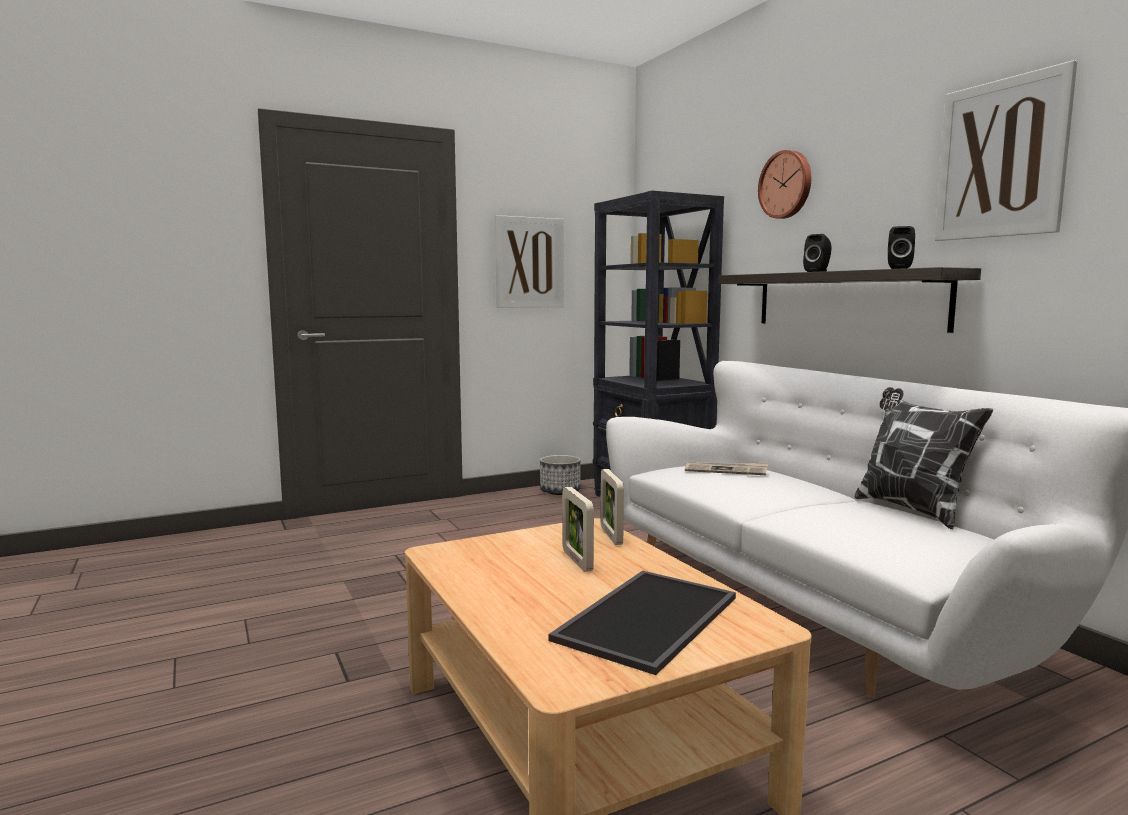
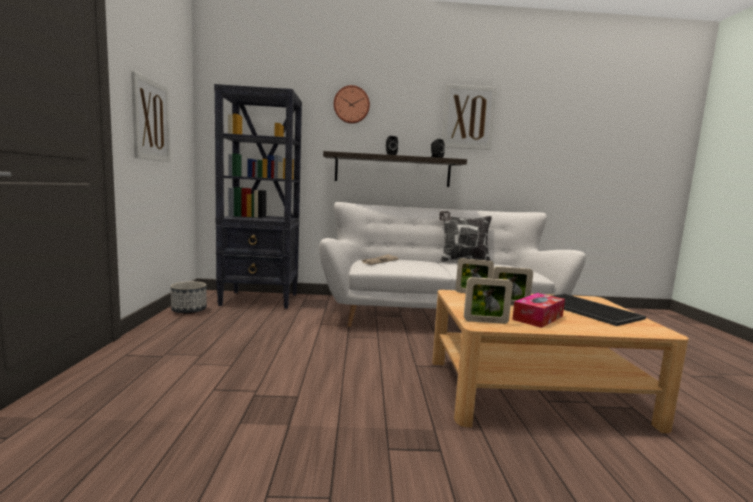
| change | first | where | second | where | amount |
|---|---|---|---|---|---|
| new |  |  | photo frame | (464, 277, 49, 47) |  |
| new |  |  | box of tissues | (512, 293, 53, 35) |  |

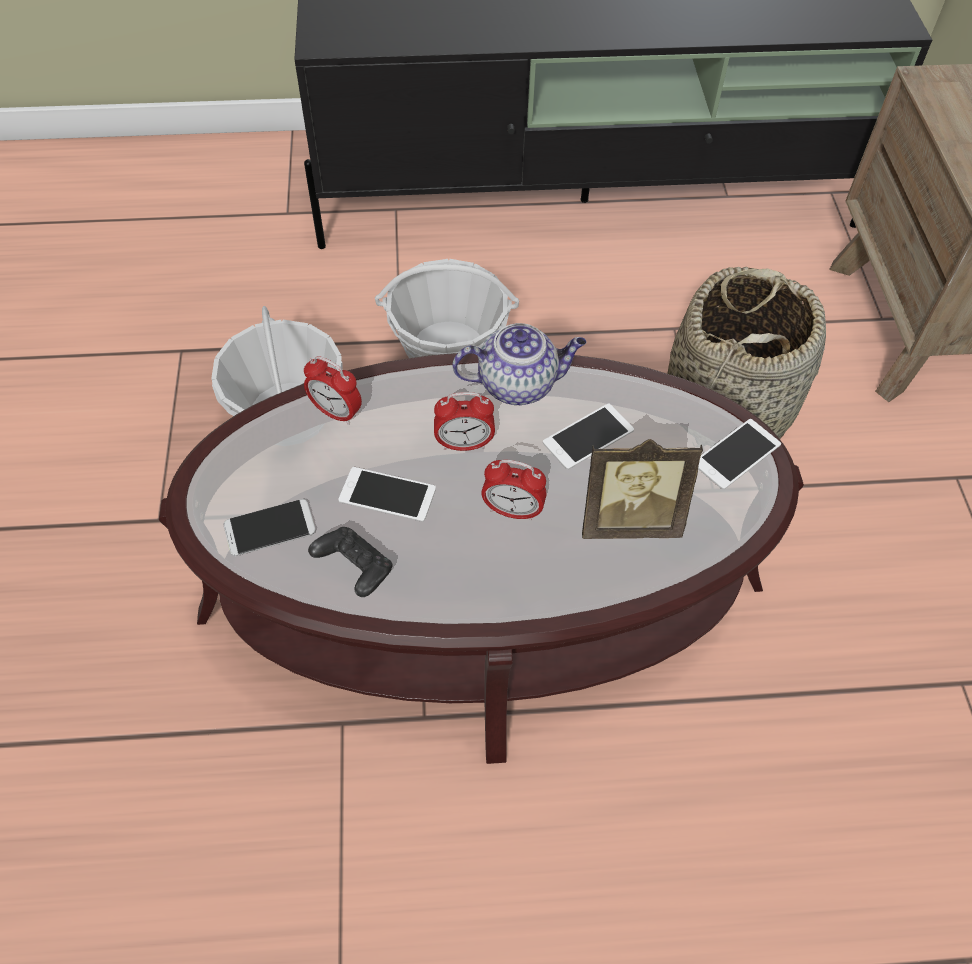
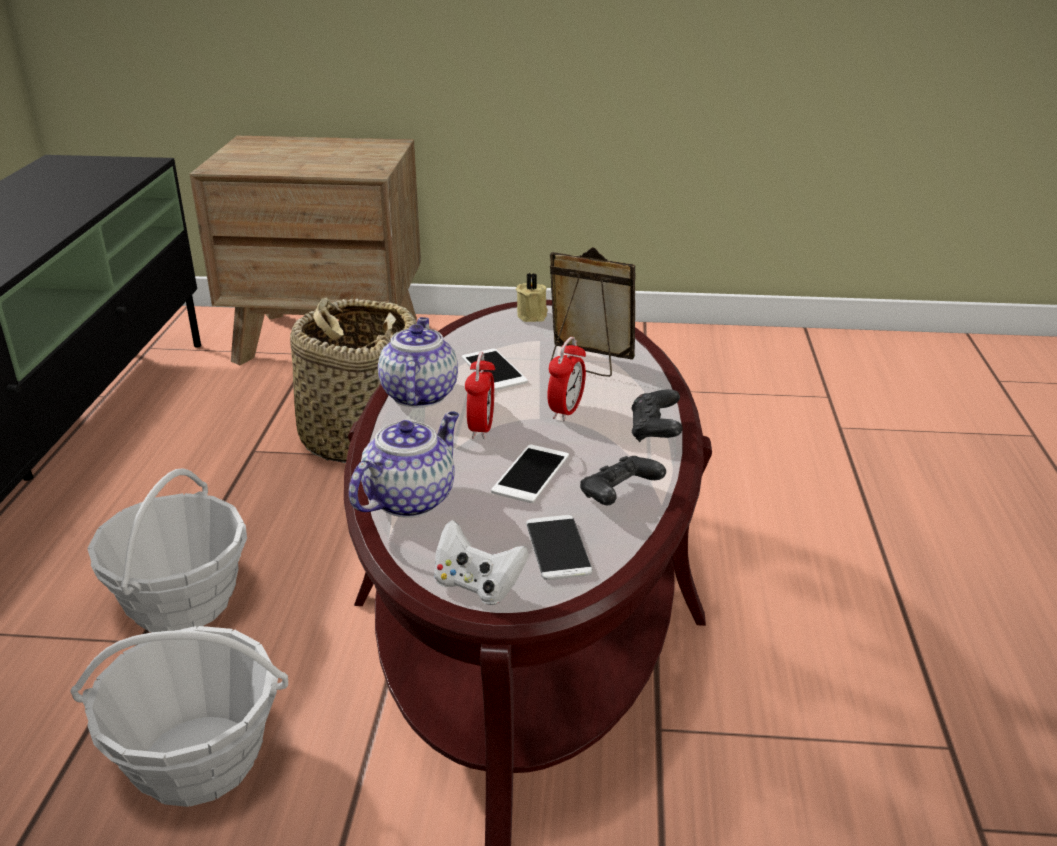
| change | first | where | second | where | amount |
|---|---|---|---|---|---|
| swapped | bedside clock | (304, 356, 58, 69) | teapot | (349, 411, 110, 107) |  |
| new |  |  | white-coloured game controller | (434, 520, 95, 85) |  |
| swapped | telephone | (698, 419, 83, 71) | sand-coloured candle | (516, 273, 32, 49) |  |
| rotated | photo frame | (582, 439, 121, 100) |  | (550, 247, 86, 130) | 75 degrees counterclockwise |
| new |  |  | blackish game controller | (631, 389, 52, 53) |  |

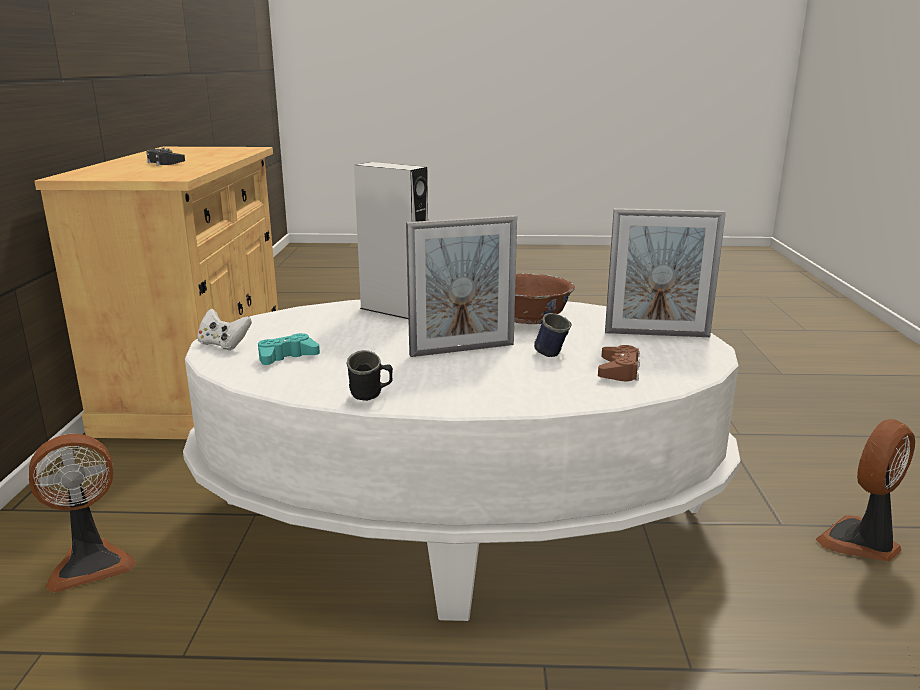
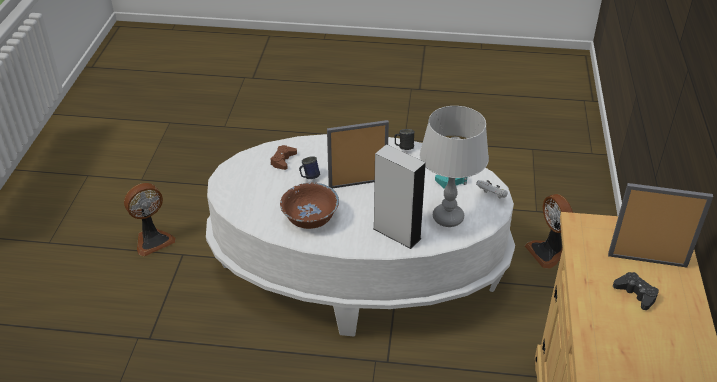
| change | first | where | second | where | amount |
|---|---|---|---|---|---|
| new |  |  | grey lamp for a table | (419, 106, 70, 121) |  |
| rotated | electric fan | (29, 434, 107, 159) |  | (525, 194, 48, 75) | 90 degrees counterclockwise |
| shifted | photo frame | (605, 208, 121, 129) |  | (608, 183, 105, 85) |  |

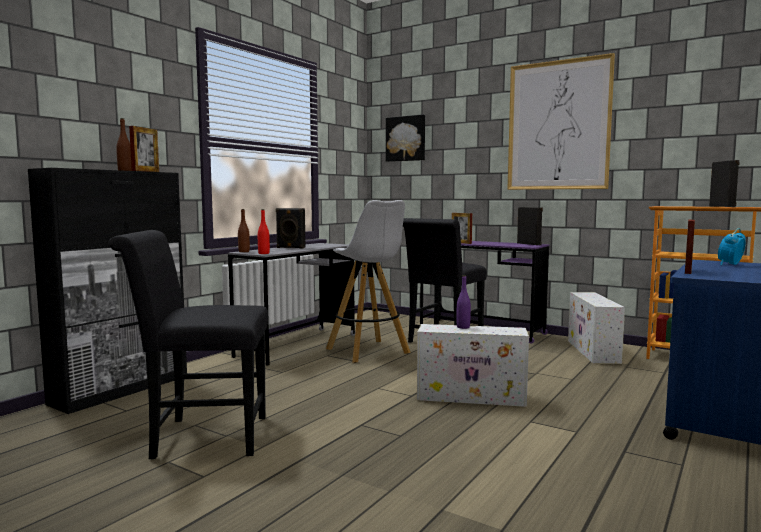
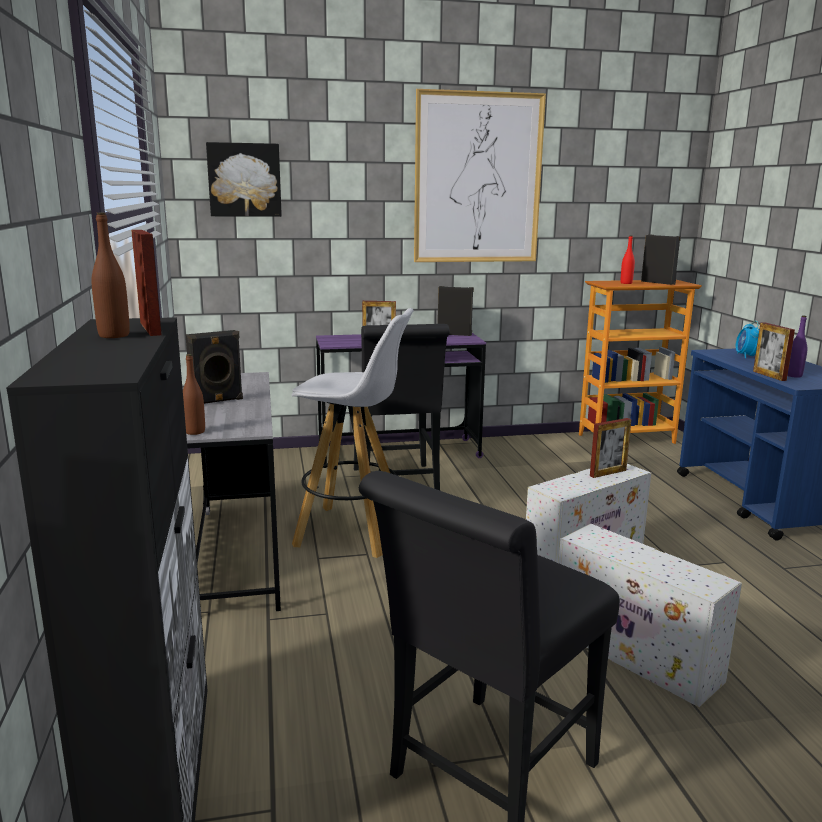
| change | first | where | second | where | amount |
|---|---|---|---|---|---|
| shifted | white-coloured storage bin | (568, 292, 57, 72) |  | (559, 524, 183, 183) |  |
| new |  |  | photo frame | (590, 418, 41, 60) |  |
| shifted | red drink bottle | (258, 209, 12, 45) |  | (620, 235, 15, 49) |  |
| shifted | purple-coloured drink bottle | (457, 275, 14, 54) |  | (787, 316, 20, 62) |  |

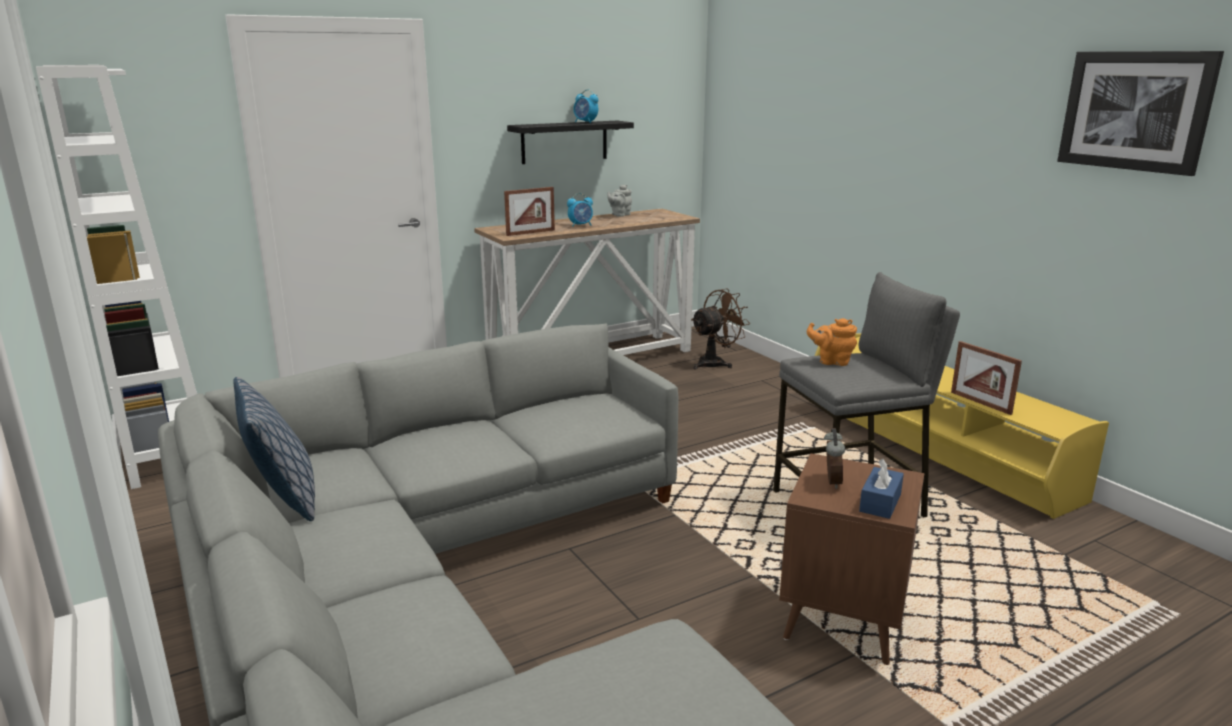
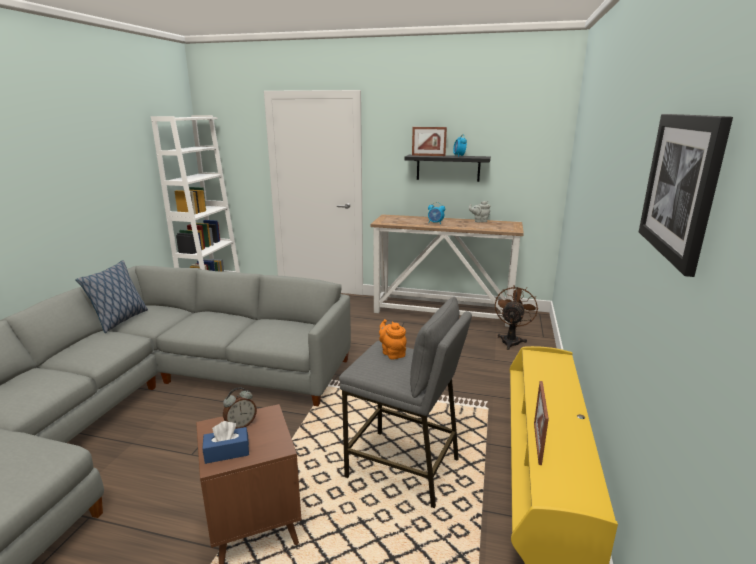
| change | first | where | second | where | amount |
|---|---|---|---|---|---|
| shifted | photo frame | (504, 187, 51, 49) |  | (412, 127, 35, 29) |  |
| rotated | brown-coloured electric fan | (691, 288, 59, 82) |  | (495, 285, 43, 65) | 75 degrees counterclockwise |

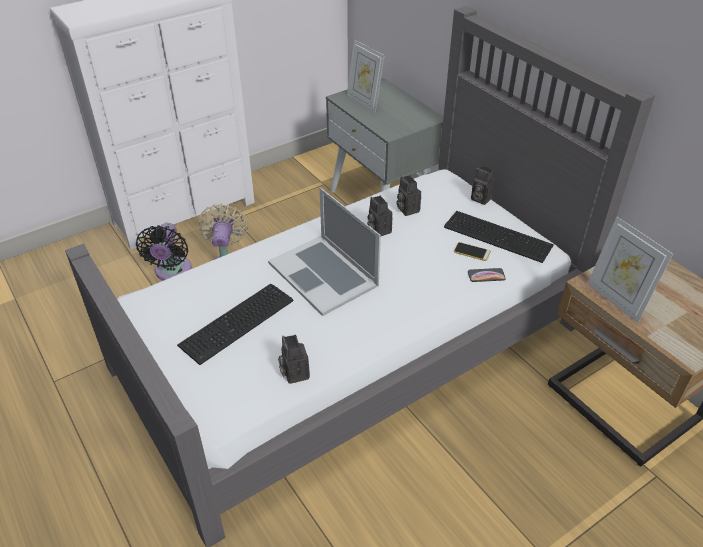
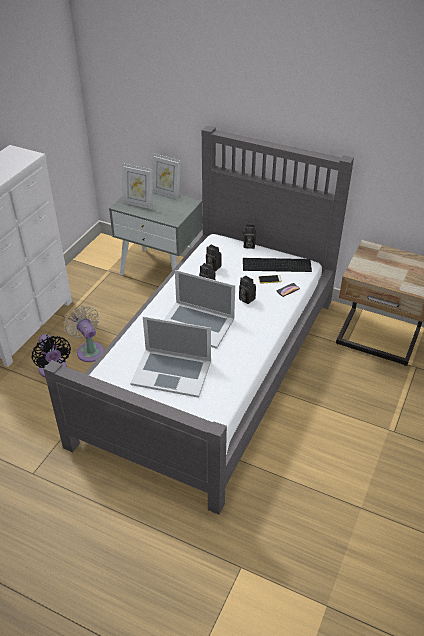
| change | first | where | second | where | amount |
|---|---|---|---|---|---|
| swapped | keyboard | (177, 284, 116, 81) | notebook computer | (130, 316, 81, 82) |  |
| shifted | photo frame | (587, 217, 86, 105) |  | (152, 153, 29, 47) |  |
| shifted | photo camera | (278, 335, 32, 49) |  | (239, 275, 17, 29) |  |

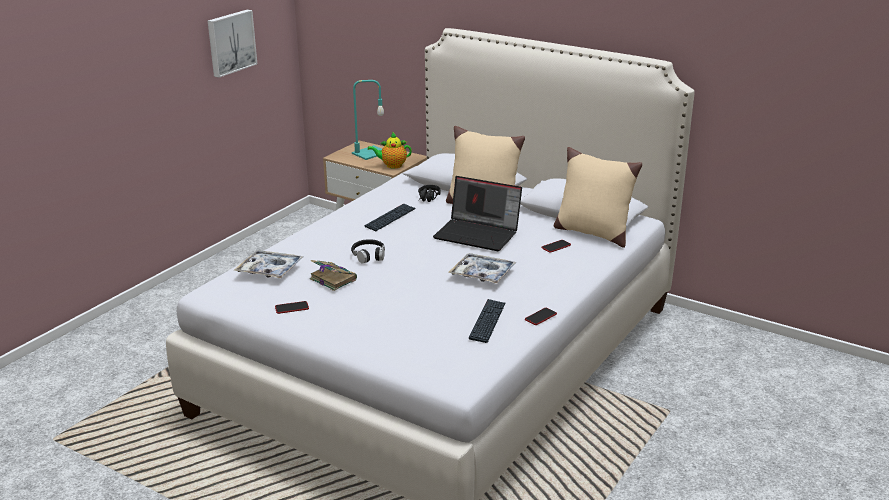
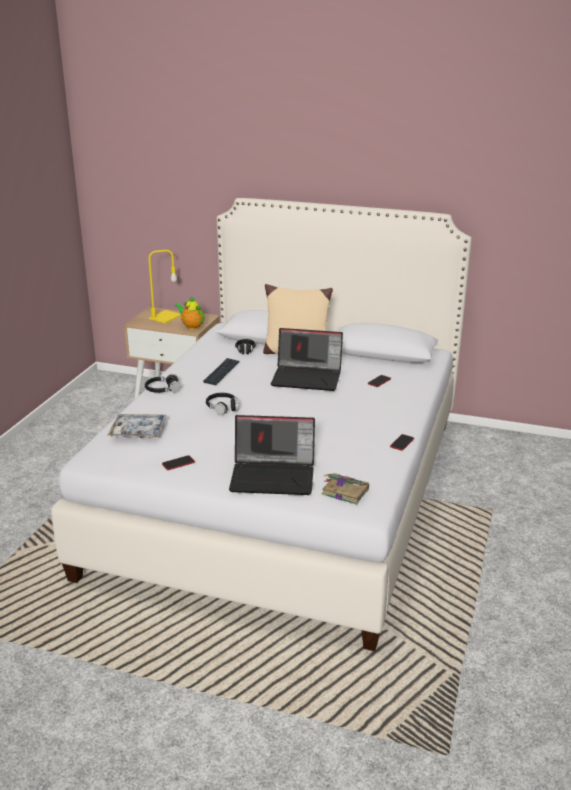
| change | first | where | second | where | amount |
|---|---|---|---|---|---|
| new |  |  | blackish headphones | (145, 374, 36, 19) |  |
| repainted | blue-green lamp for a table | (352, 80, 32, 80) | yellowish lamp for a table | (149, 250, 32, 73) |  |
| rotated | teapot | (368, 132, 44, 37) |  | (175, 296, 30, 33) | 60 degrees clockwise |
| new |  |  | notebook computer | (229, 415, 86, 80) |  |
| shifted | volume | (310, 260, 47, 31) |  | (321, 473, 48, 32) |  |
| gone | wall picture | (208, 9, 49, 69) |  |  |  |
| gone | carrying tray | (448, 253, 69, 31) |  |  |  |
| gone | keyboard | (469, 299, 37, 44) |  |  |  |
| gone | sand-coloured cushion | (554, 147, 88, 101) |  |  |  |

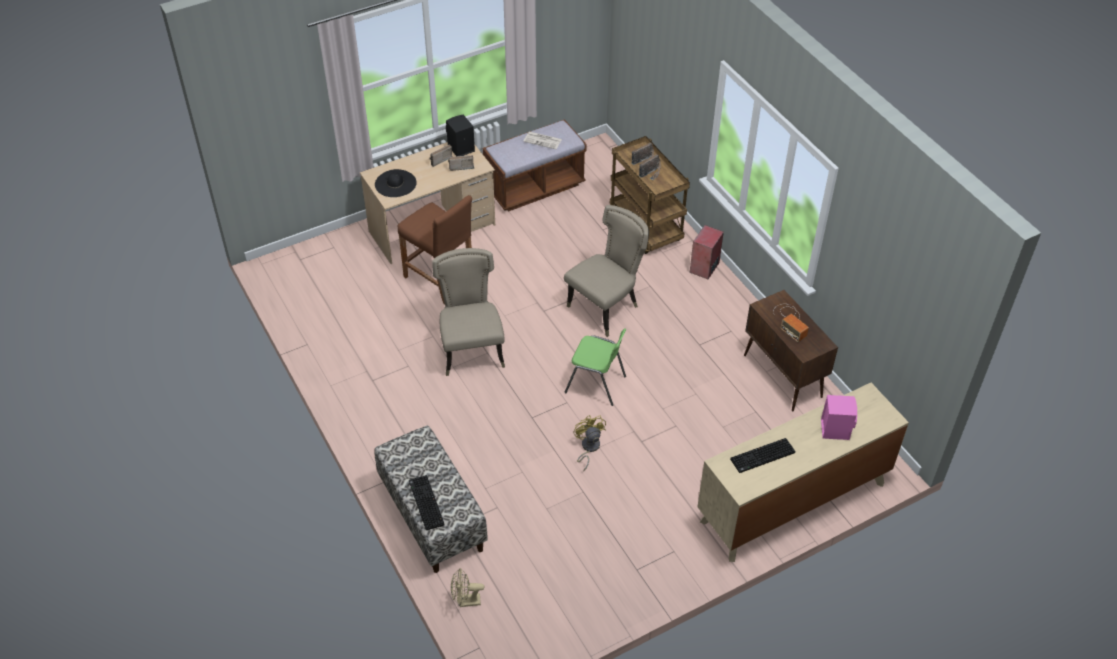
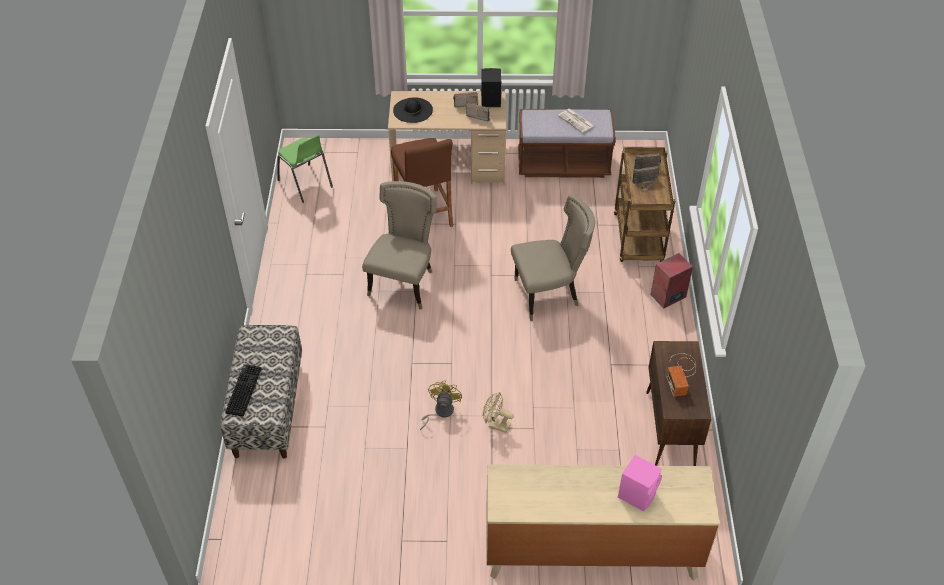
| change | first | where | second | where | amount |
|---|---|---|---|---|---|
| shifted | green-coloured upright chair | (565, 328, 61, 78) |  | (277, 135, 56, 68) |  |
| shifted | sand-coloured electric fan | (451, 568, 33, 39) |  | (483, 392, 31, 41) |  |
| gone | keyboard | (730, 438, 65, 35) |  |  |  |

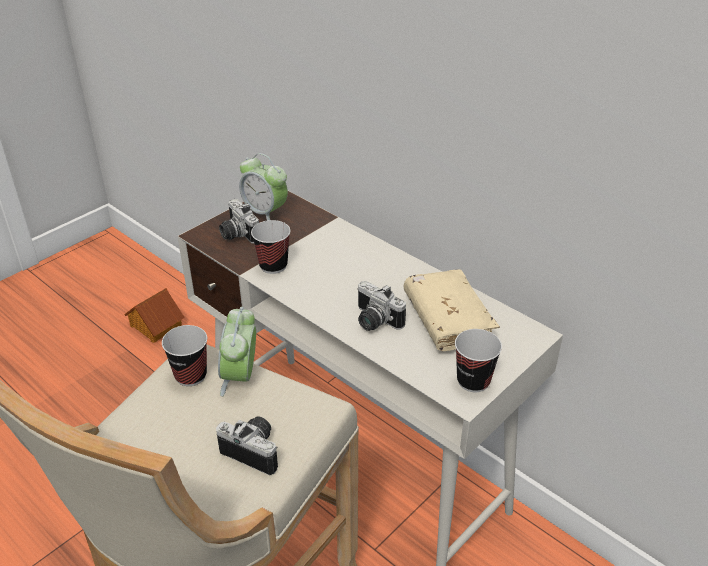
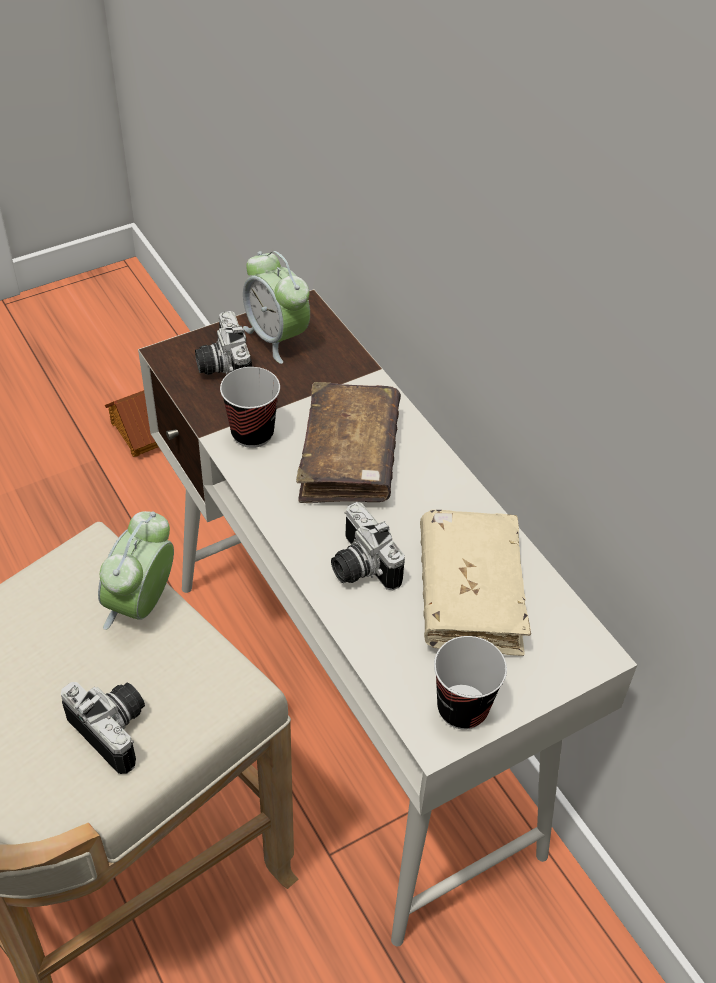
| change | first | where | second | where | amount |
|---|---|---|---|---|---|
| new |  |  | brown-coloured volume | (296, 382, 105, 121) |  |
| gone | small cup | (162, 325, 45, 61) |  |  |  |

